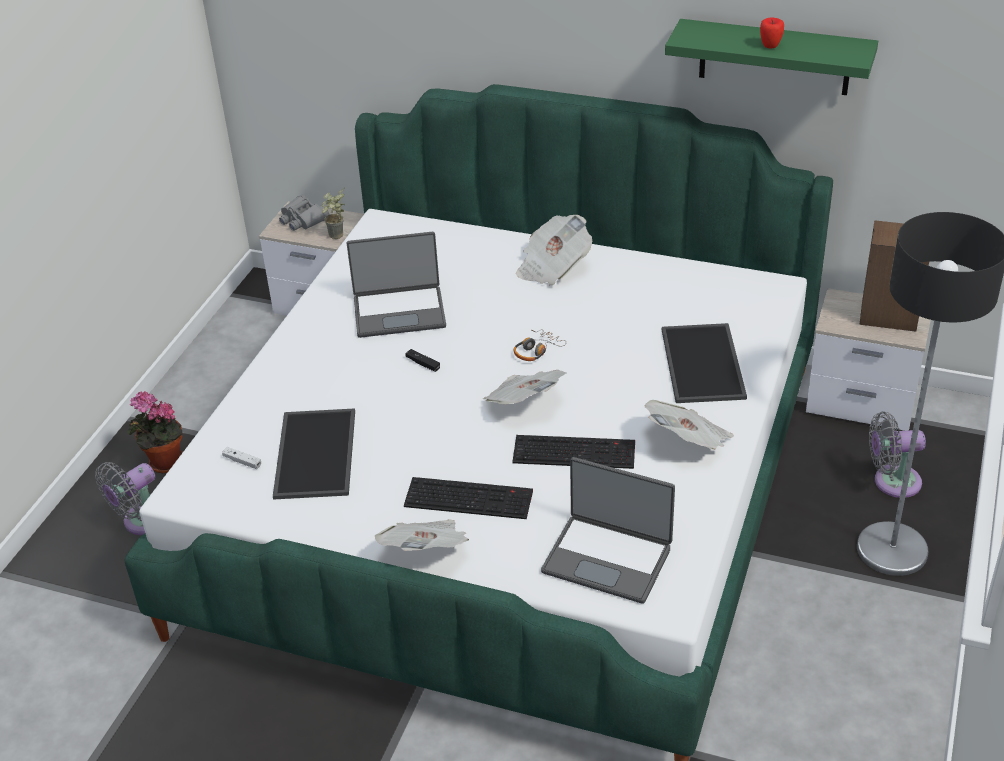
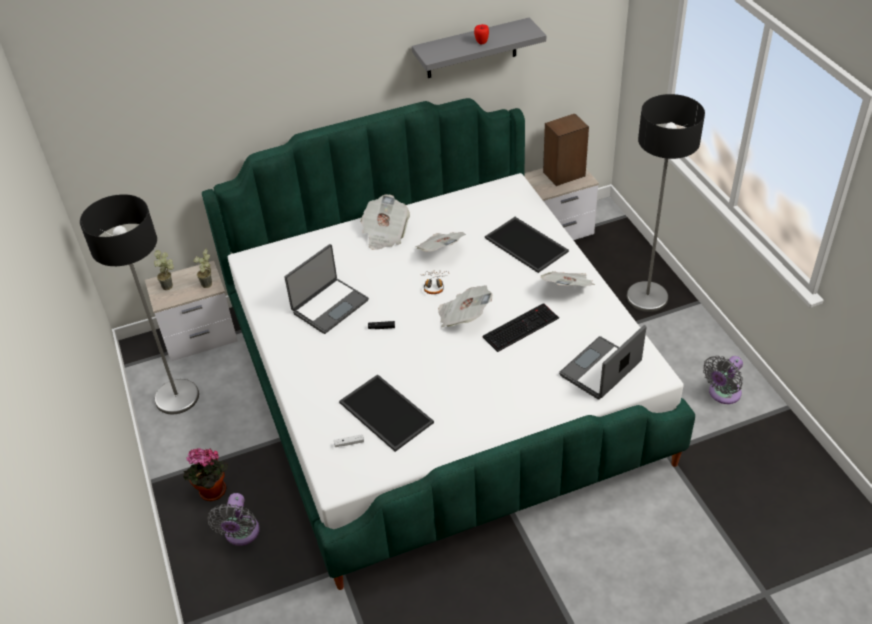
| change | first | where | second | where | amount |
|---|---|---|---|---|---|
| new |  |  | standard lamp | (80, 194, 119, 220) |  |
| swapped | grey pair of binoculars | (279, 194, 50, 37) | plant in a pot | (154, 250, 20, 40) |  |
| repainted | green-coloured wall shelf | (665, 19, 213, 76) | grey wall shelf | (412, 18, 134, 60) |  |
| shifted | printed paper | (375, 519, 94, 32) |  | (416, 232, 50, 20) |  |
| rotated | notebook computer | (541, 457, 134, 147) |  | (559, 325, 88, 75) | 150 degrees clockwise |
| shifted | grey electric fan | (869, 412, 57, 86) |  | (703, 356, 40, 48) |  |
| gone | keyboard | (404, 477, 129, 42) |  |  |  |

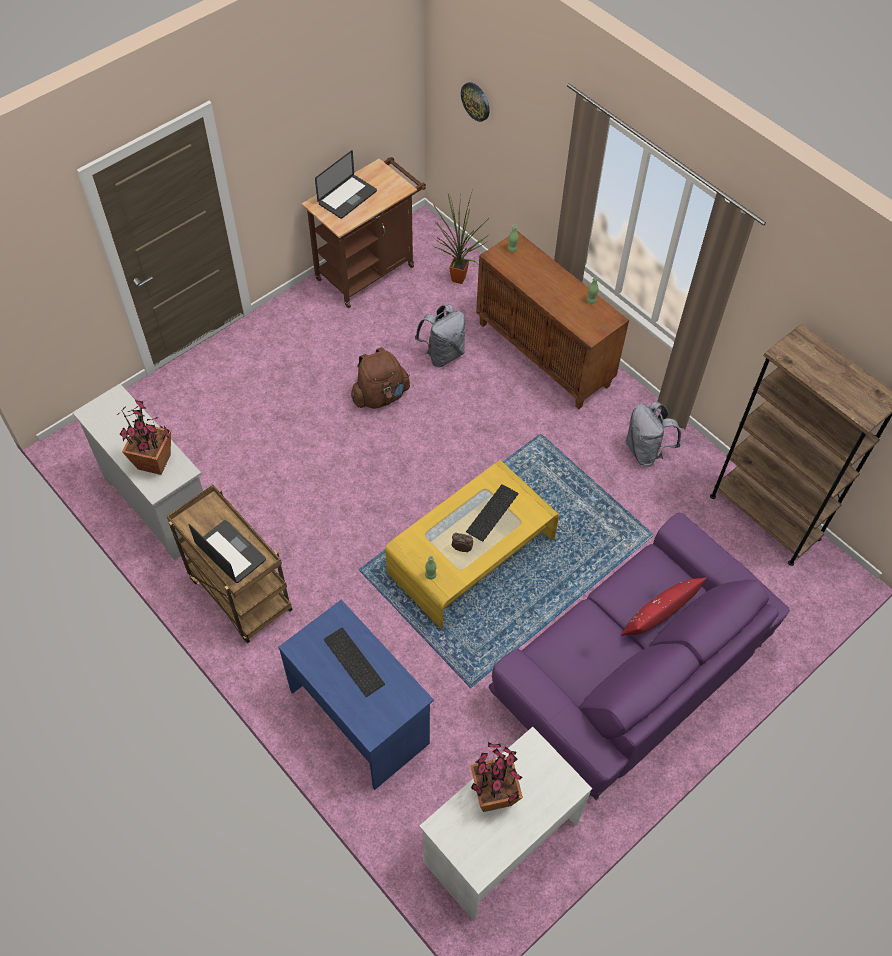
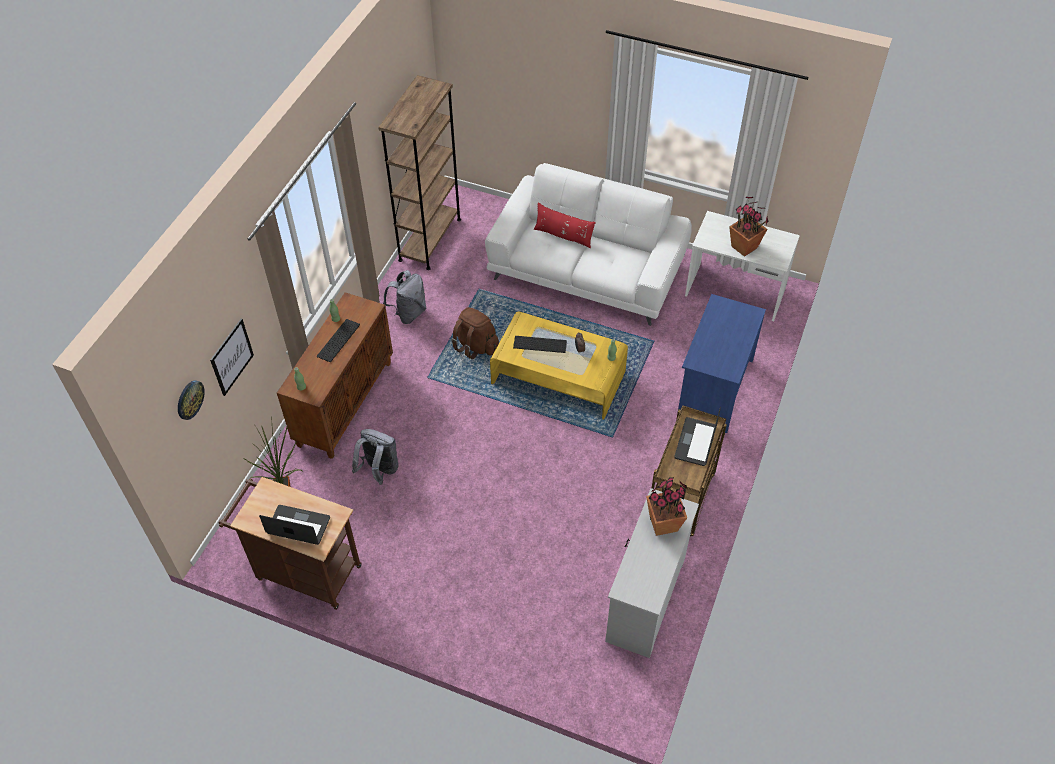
| change | first | where | second | where | amount |
|---|---|---|---|---|---|
| new |  |  | wall picture | (210, 319, 44, 77) |  |
| shifted | keyboard | (324, 628, 61, 69) |  | (317, 319, 43, 43) |  |
| shifted | brown-coloured backpack | (351, 347, 59, 62) |  | (451, 307, 48, 52) |  |
| repainted | purple-coloured settee | (489, 513, 301, 287) | white-coloured settee | (485, 163, 207, 163) |  |

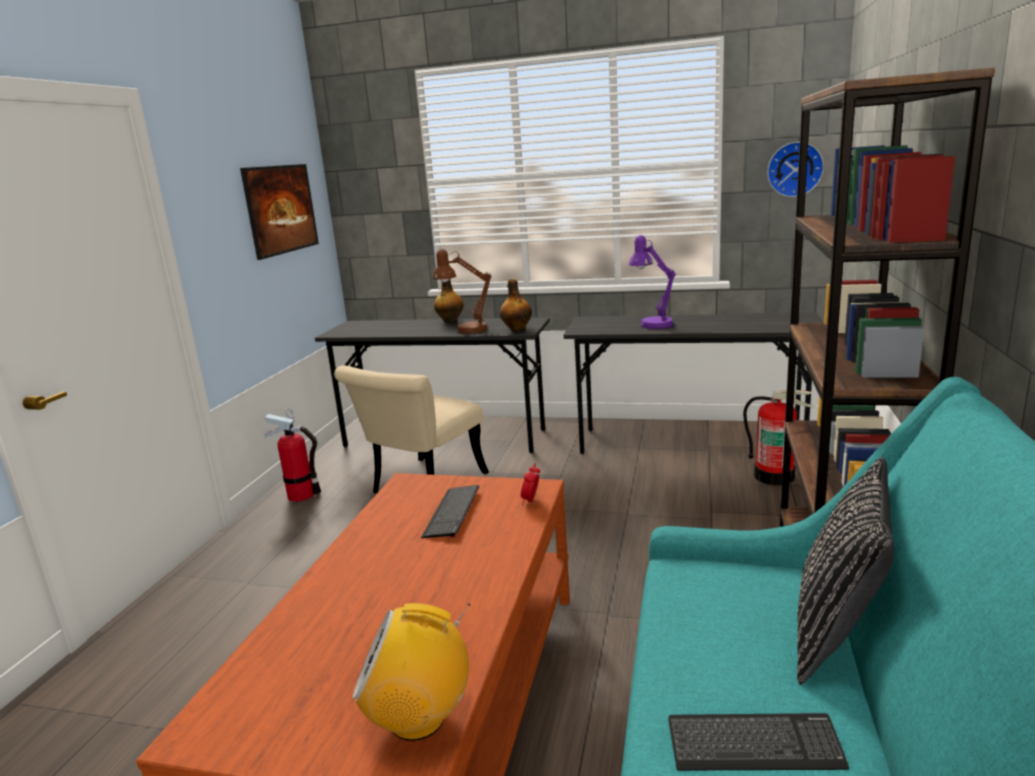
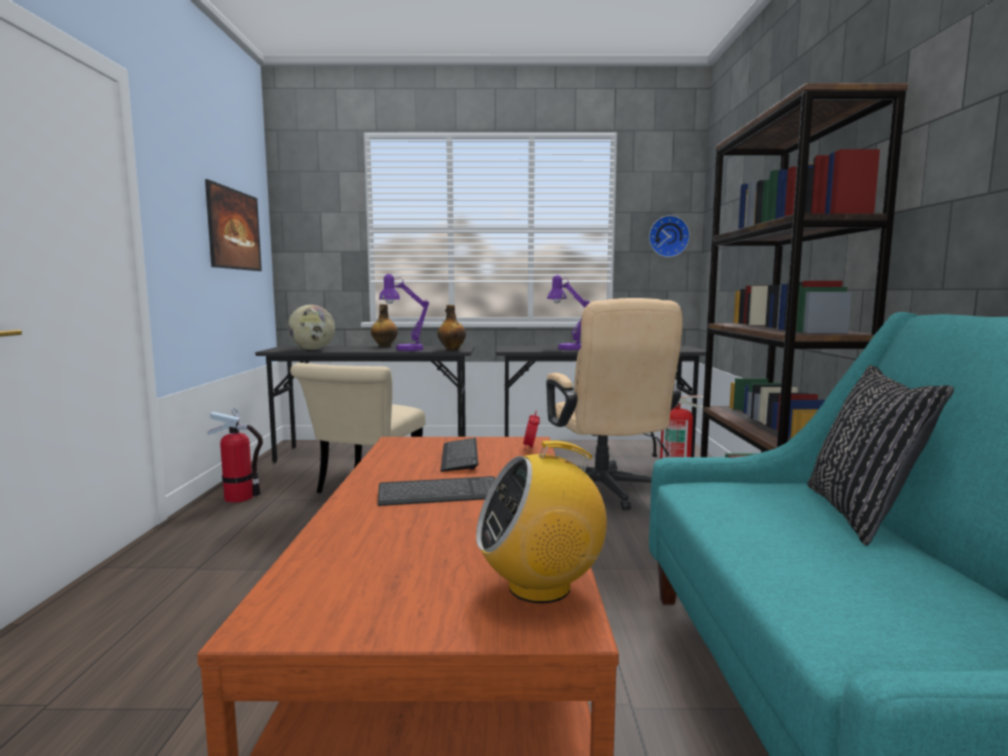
| change | first | where | second | where | amount |
|---|---|---|---|---|---|
| new |  |  | world globe | (288, 305, 47, 45) |  |
| shifted | keyboard | (668, 713, 181, 57) |  | (378, 476, 117, 30) |  |
| repainted | brown-coloured lamp for a table | (433, 249, 59, 85) | purple-coloured lamp for a table | (379, 274, 50, 77) |  |
| new |  |  | sand-coloured office chair | (546, 298, 137, 212) |  |

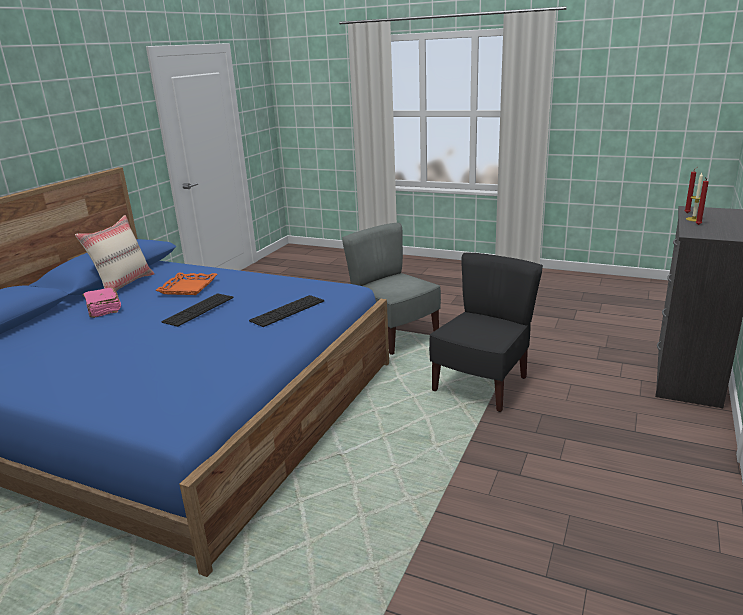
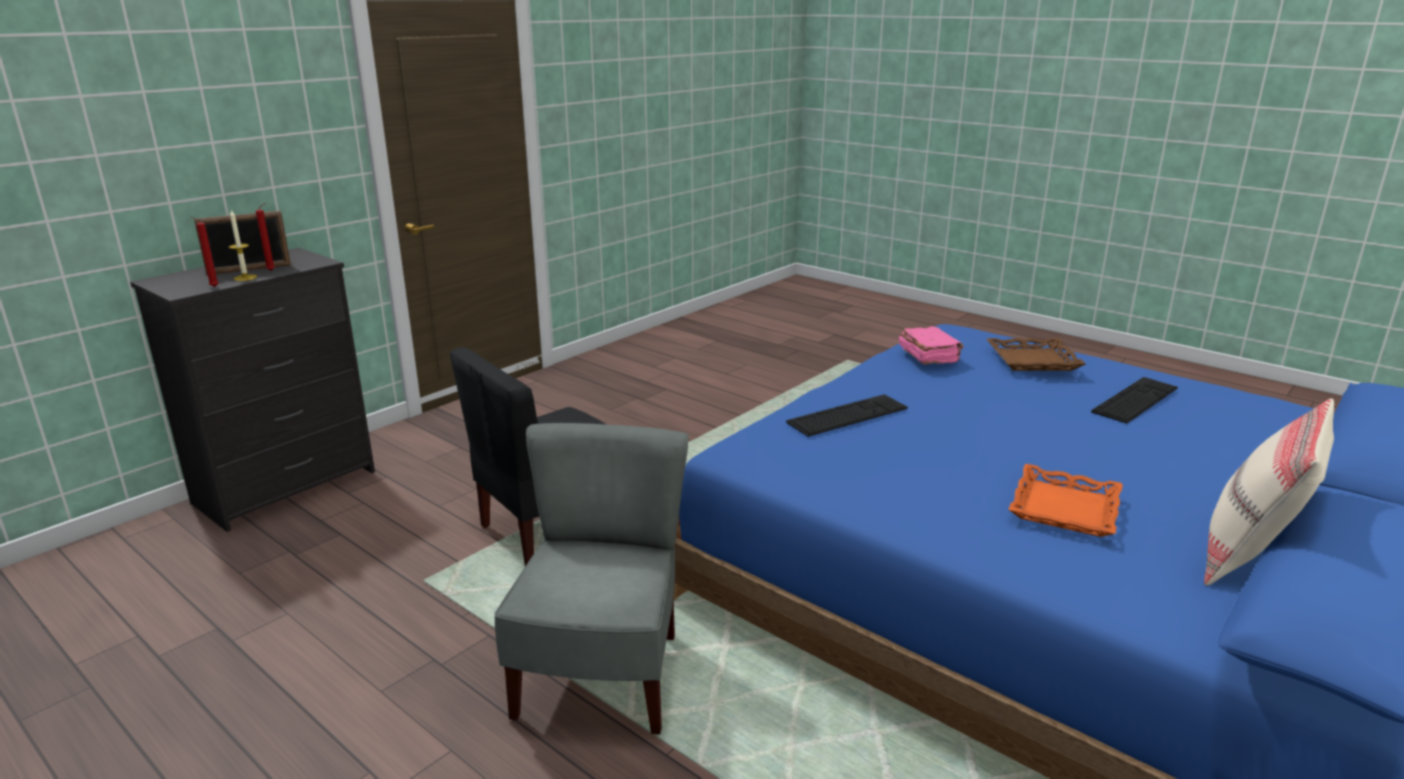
| change | first | where | second | where | amount |
|---|---|---|---|---|---|
| new |  |  | photo frame | (194, 211, 97, 64) |  |
| rotated | grey upright chair | (342, 223, 99, 132) |  | (494, 423, 195, 312) | 150 degrees counterclockwise |
| shifted | pink-coloured volume | (83, 287, 38, 31) |  | (898, 326, 66, 38) |  |
| new |  |  | brown-coloured carrying tray | (987, 338, 99, 33) |  |
| shifted | keyboard | (161, 294, 73, 33) |  | (1091, 377, 87, 46) |  |

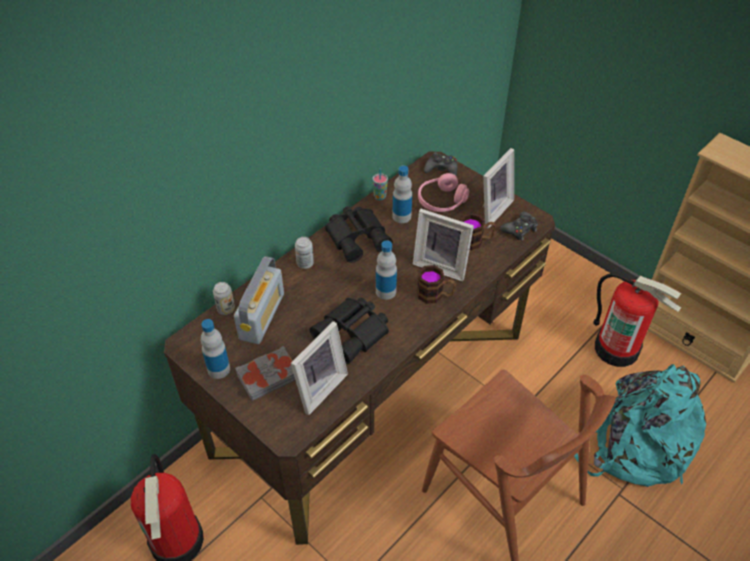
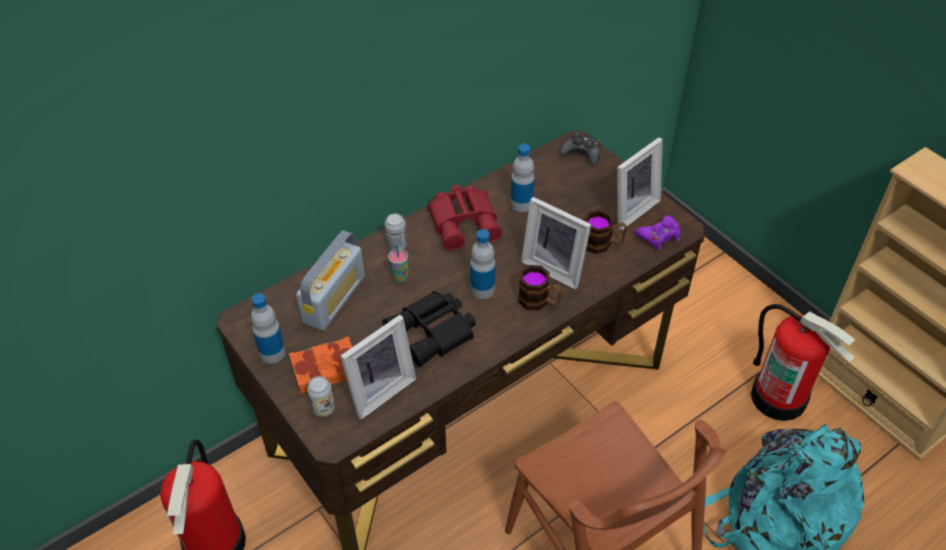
| change | first | where | second | where | amount |
|---|---|---|---|---|---|
| repainted | grey volume | (235, 346, 60, 55) | orange volume | (289, 336, 63, 58) |  |
| shifted | metal can | (213, 282, 22, 33) |  | (307, 376, 28, 41) |  |
| shifted | small cup | (373, 168, 15, 32) |  | (388, 244, 20, 38) |  |
| repainted | blackish pair of binoculars | (325, 206, 68, 57) | red pair of binoculars | (428, 184, 74, 67) |  |
| repainted | blackish game controller | (500, 212, 38, 29) | purple-coloured game controller | (635, 215, 46, 35) |  |
| gone | pink-coloured headphones | (418, 173, 51, 39) |  |  |  |

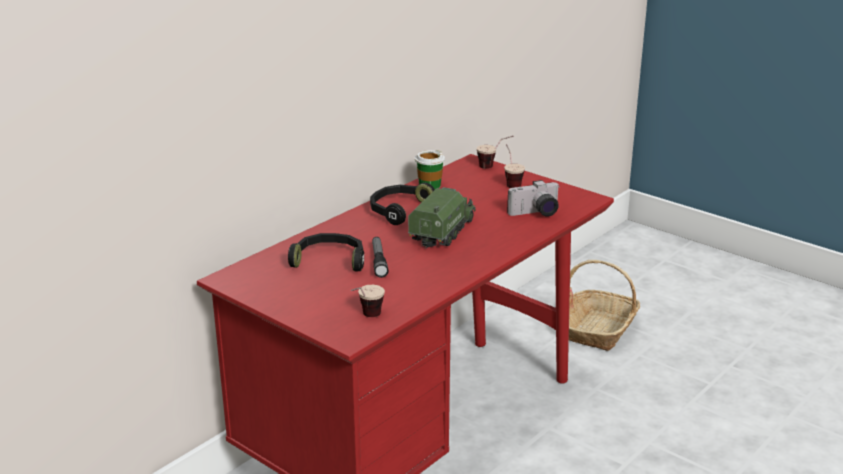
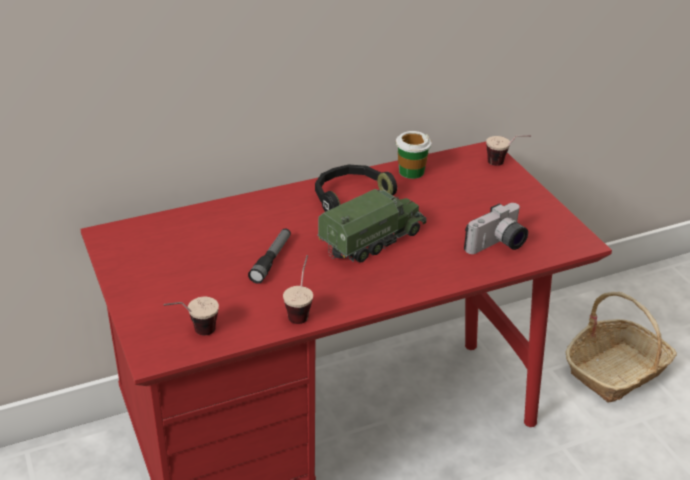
| change | first | where | second | where | amount |
|---|---|---|---|---|---|
| shifted | small cup | (504, 144, 21, 44) |  | (283, 255, 30, 69) |  |
| rotated | photo camera | (507, 180, 52, 37) |  | (464, 203, 64, 51) | 45 degrees counterclockwise |
| gone | blackish headphones | (288, 233, 76, 39) |  |  |  |

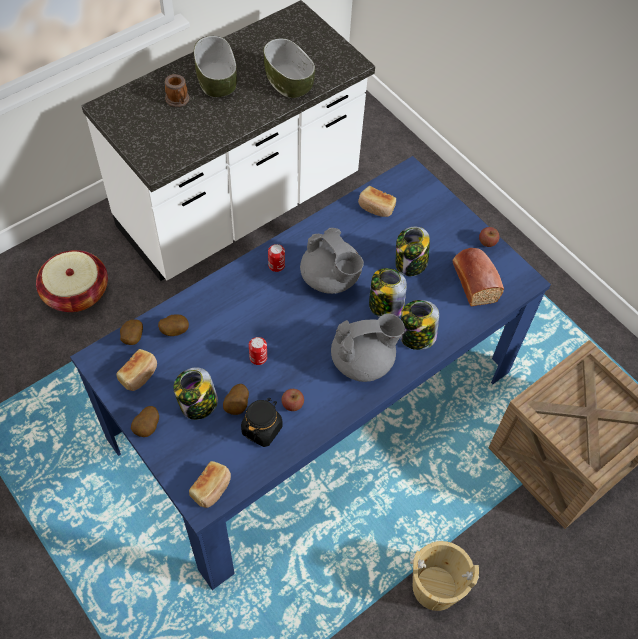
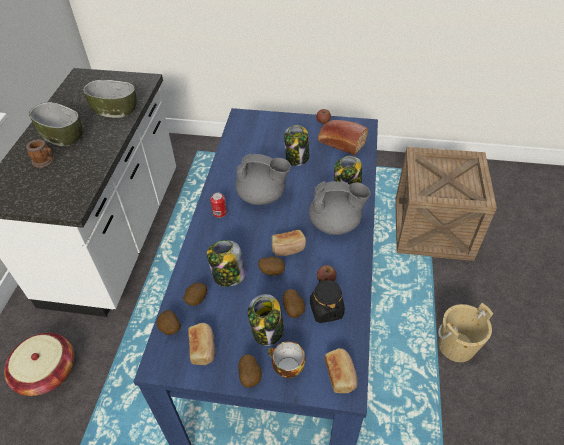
| change | first | where | second | where | amount |
|---|---|---|---|---|---|
| shifted | preserve jar | (369, 268, 38, 49) |  | (207, 240, 39, 47) |  |
| swapped | metal can | (249, 337, 18, 28) | whole potato | (258, 256, 27, 20) |  |
| new |  |  | small cup | (268, 341, 37, 37) |  |
| shifted | bakery bread | (358, 186, 38, 31) |  | (271, 230, 35, 26) |  |
| rotated | grey teapot | (331, 313, 74, 69) |  | (309, 181, 62, 54) | 60 degrees clockwise |

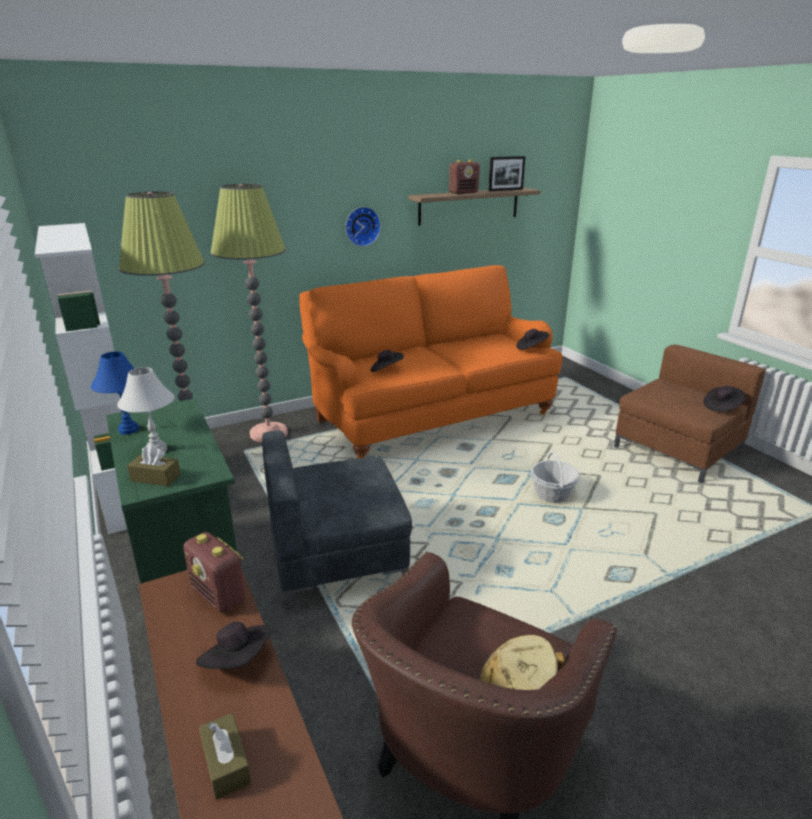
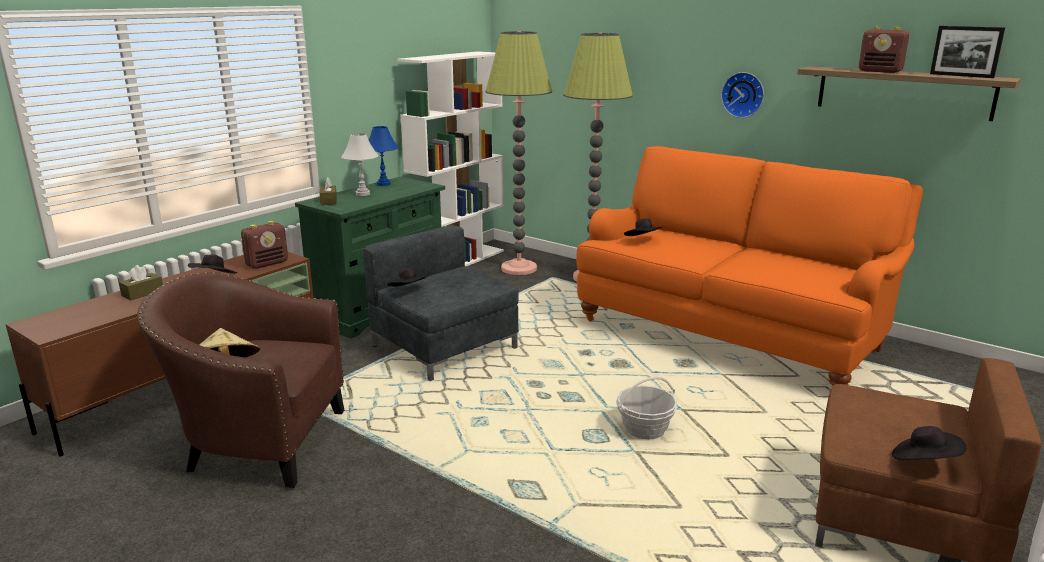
| change | first | where | second | where | amount |
|---|---|---|---|---|---|
| rotated | radio set | (183, 532, 62, 81) |  | (241, 221, 47, 48) | 150 degrees counterclockwise |
| shifted | blackish wearable hat | (516, 329, 34, 21) |  | (387, 268, 41, 19) |  |

